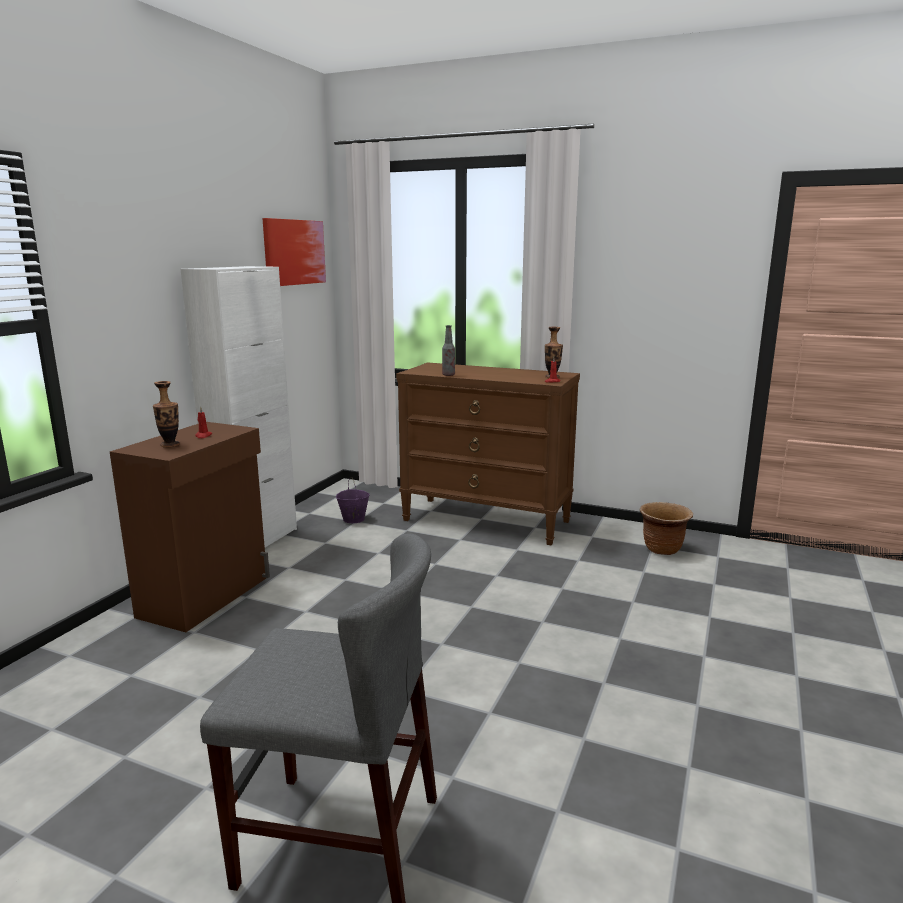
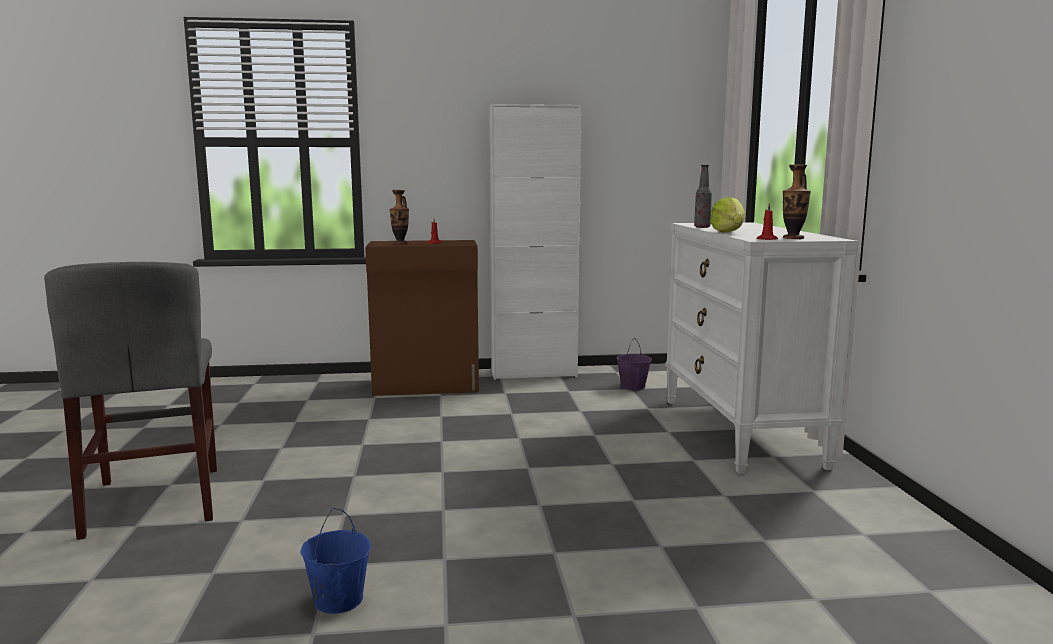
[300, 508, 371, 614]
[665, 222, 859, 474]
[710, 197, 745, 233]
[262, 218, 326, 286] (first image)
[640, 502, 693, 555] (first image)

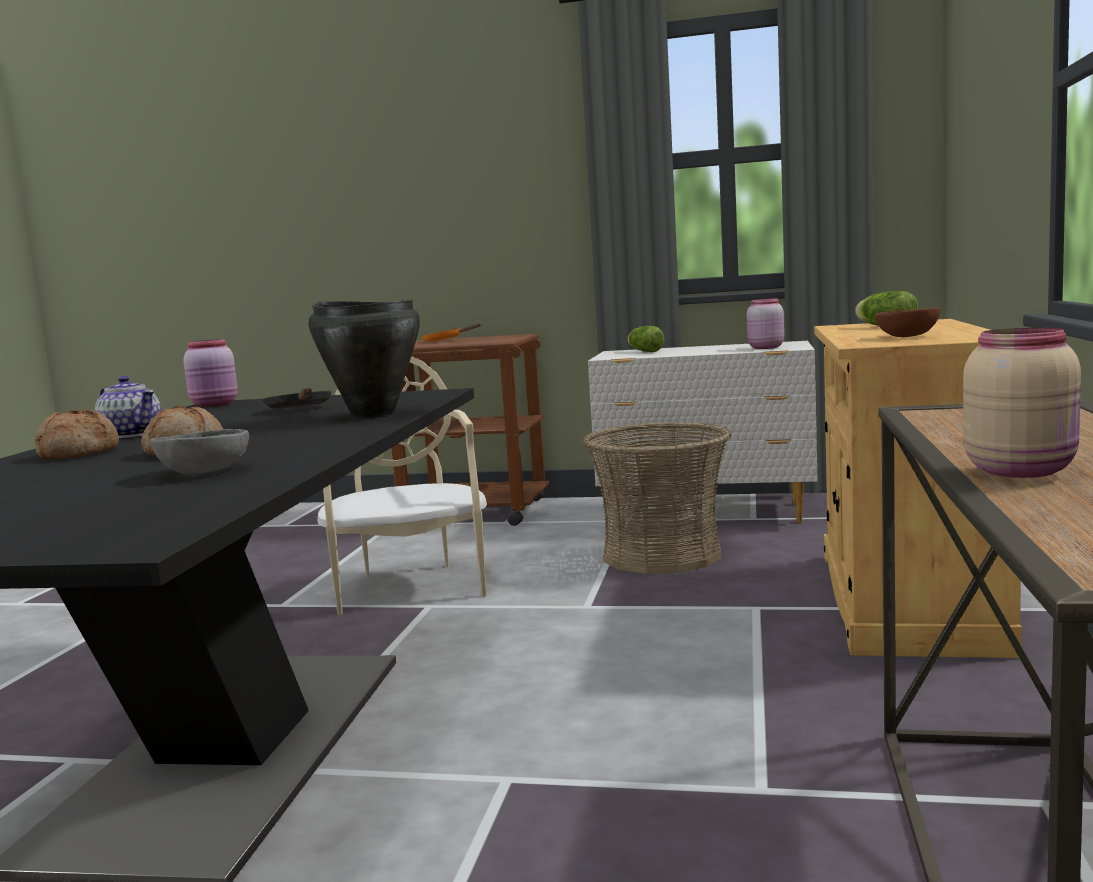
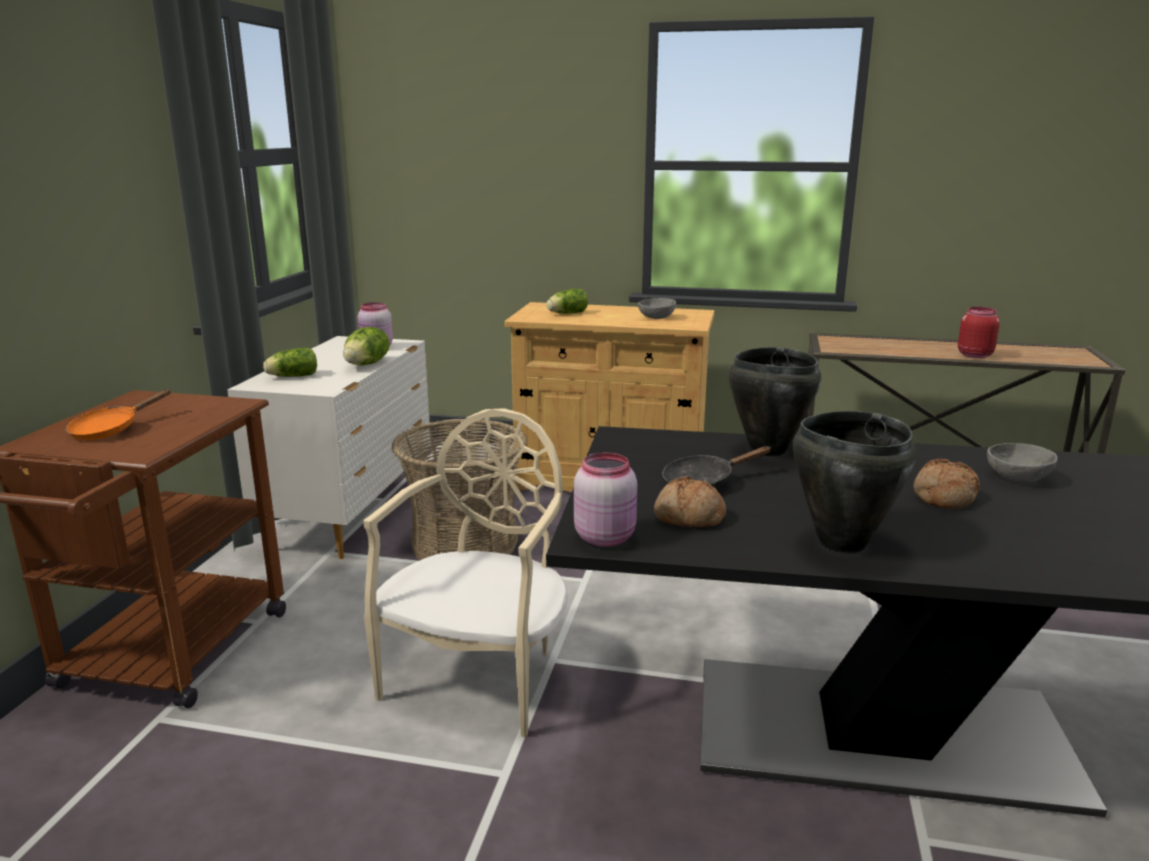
[343, 327, 390, 366]
[363, 408, 568, 738]
[638, 298, 676, 319]
[654, 476, 726, 527]
[793, 411, 916, 553]
[958, 307, 1000, 358]

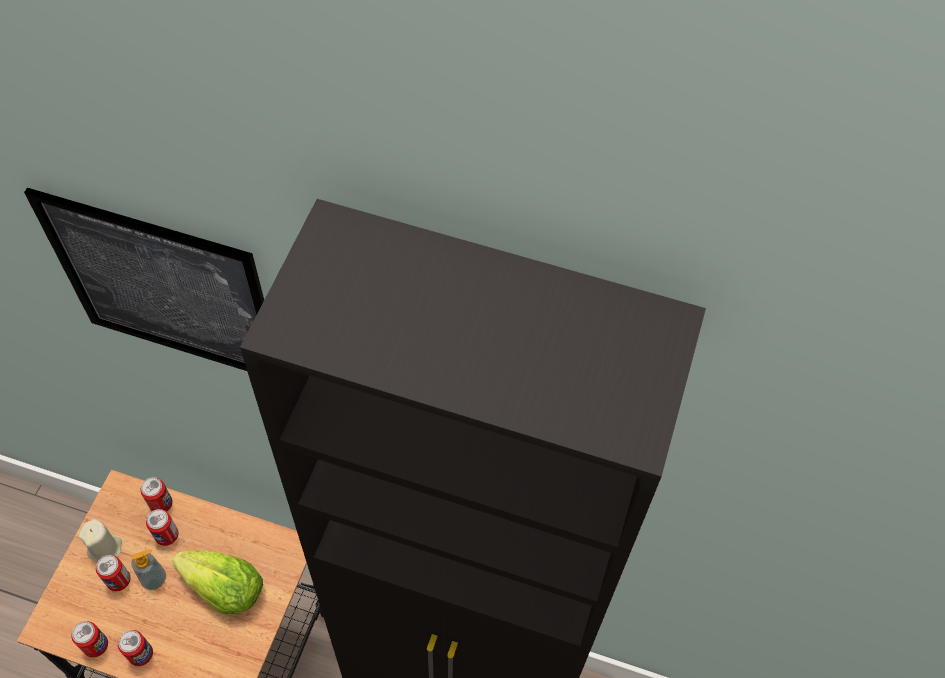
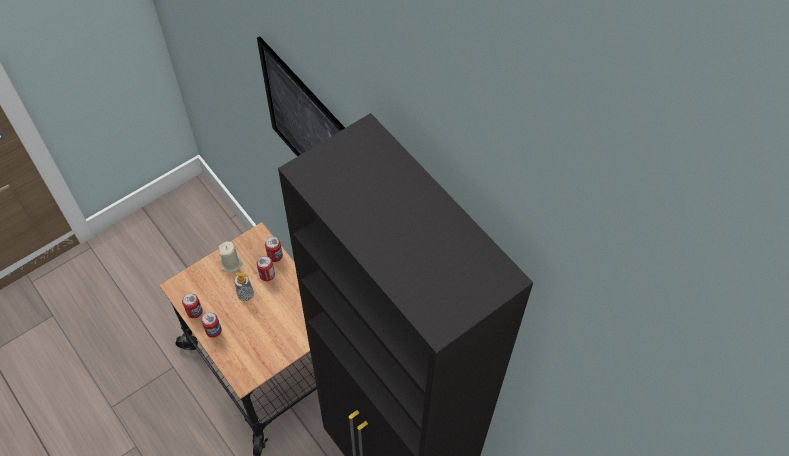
[96, 555, 131, 591] (first image)
[172, 551, 263, 615] (first image)

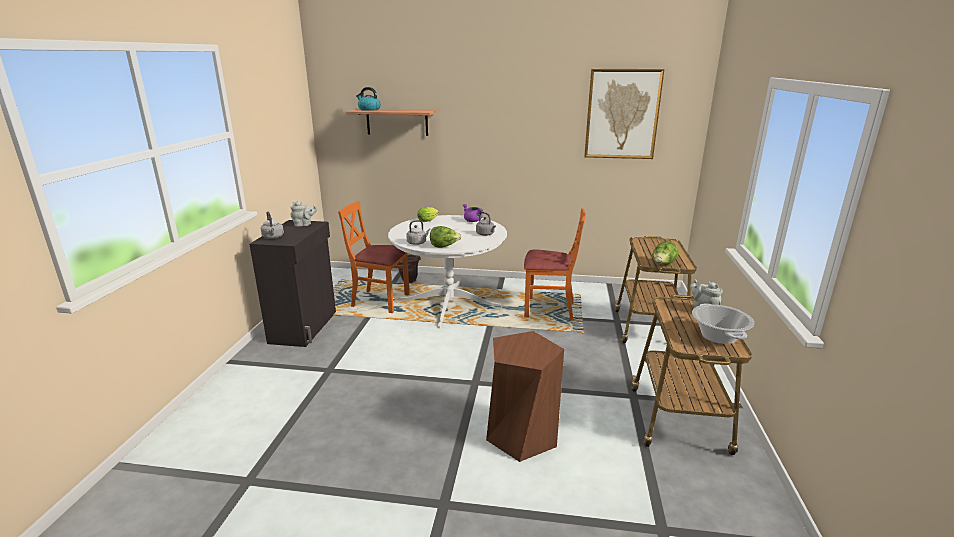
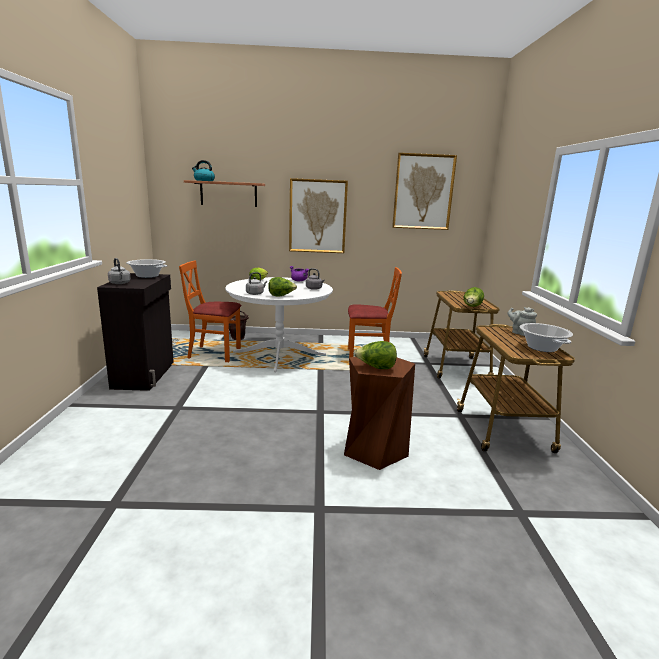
[126, 259, 167, 278]
[289, 178, 348, 253]
[354, 341, 397, 369]

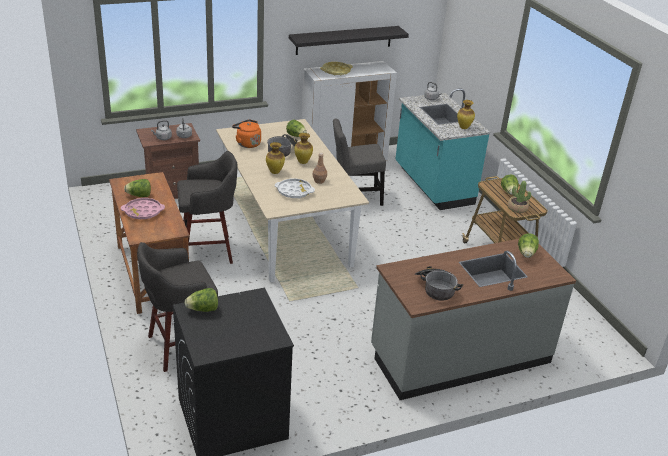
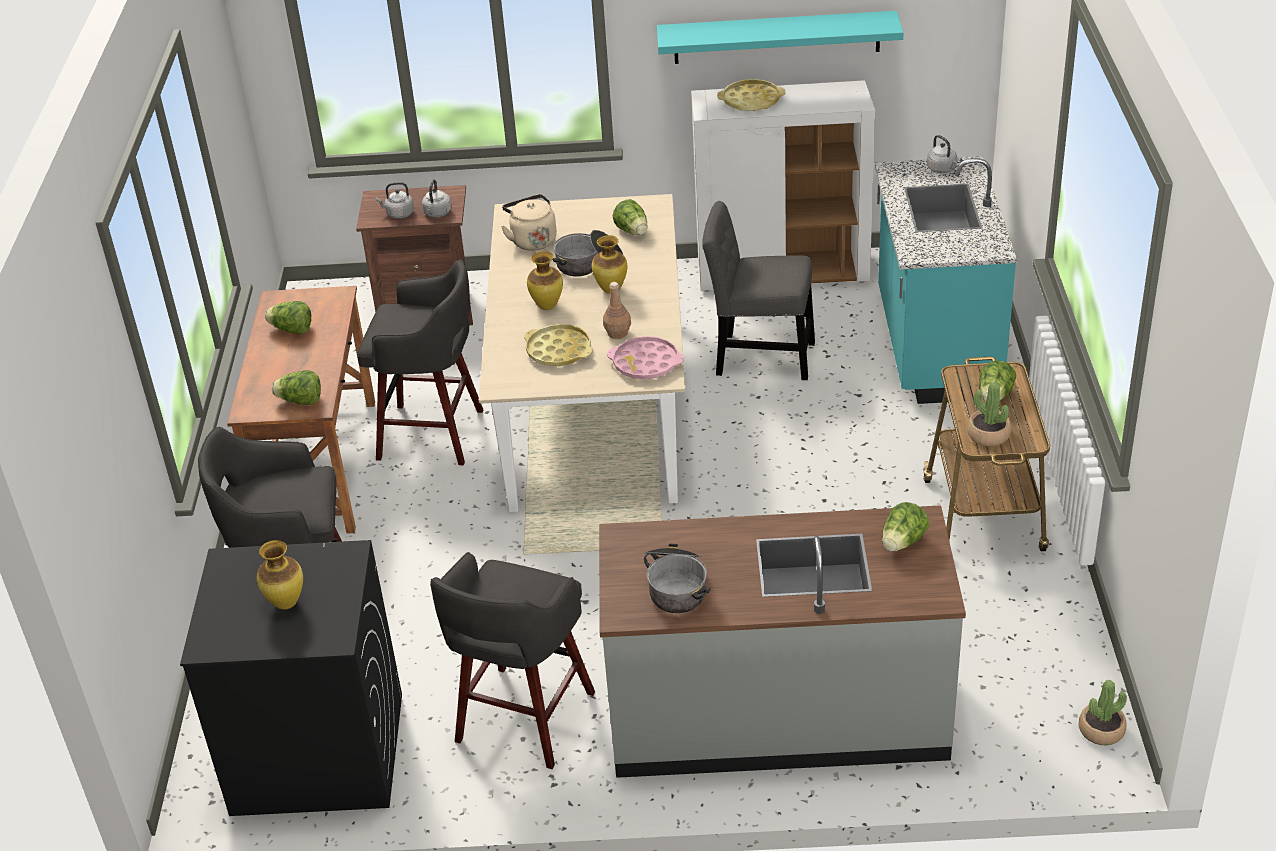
[257, 540, 303, 609]
[272, 370, 321, 405]
[430, 552, 595, 769]
[501, 194, 557, 251]
[524, 324, 593, 366]
[607, 336, 684, 379]
[657, 11, 904, 64]
[1079, 680, 1127, 745]

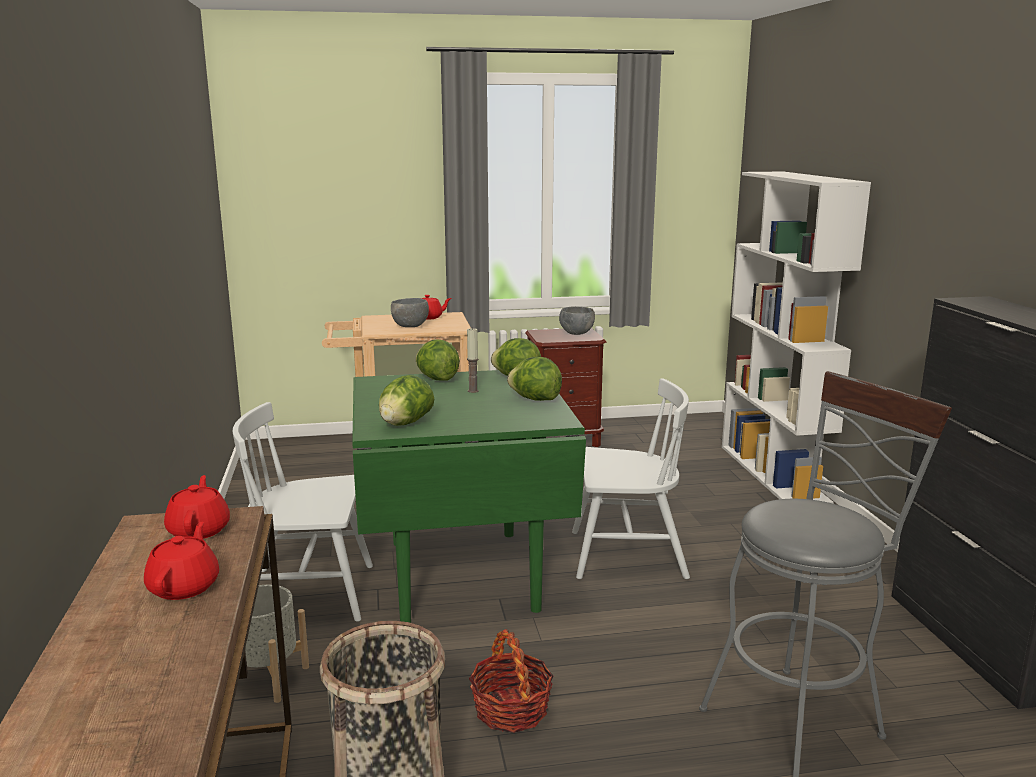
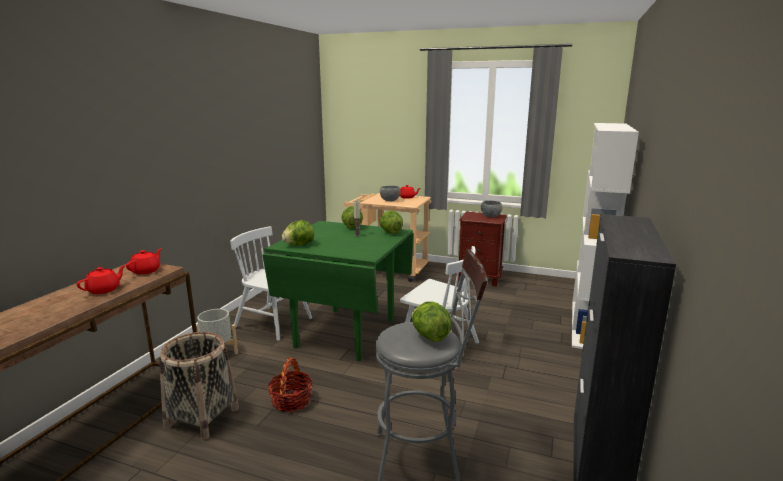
[412, 302, 452, 342]

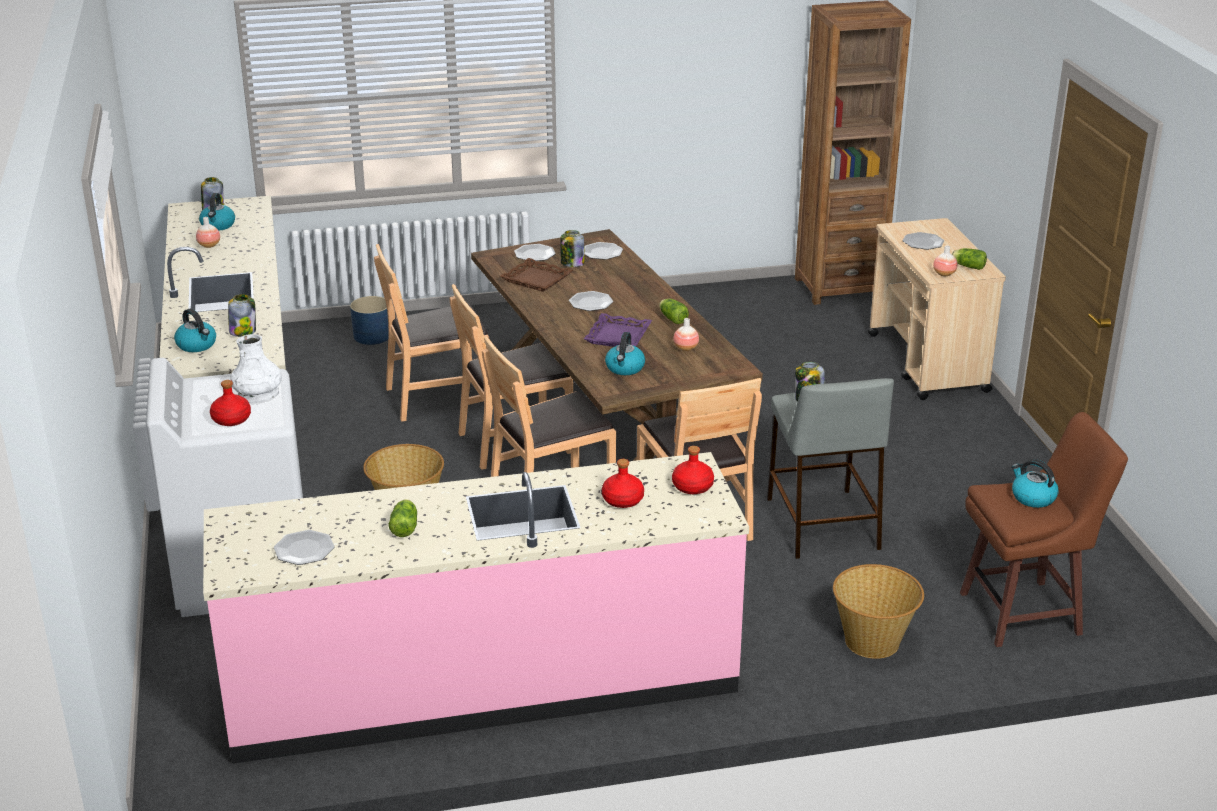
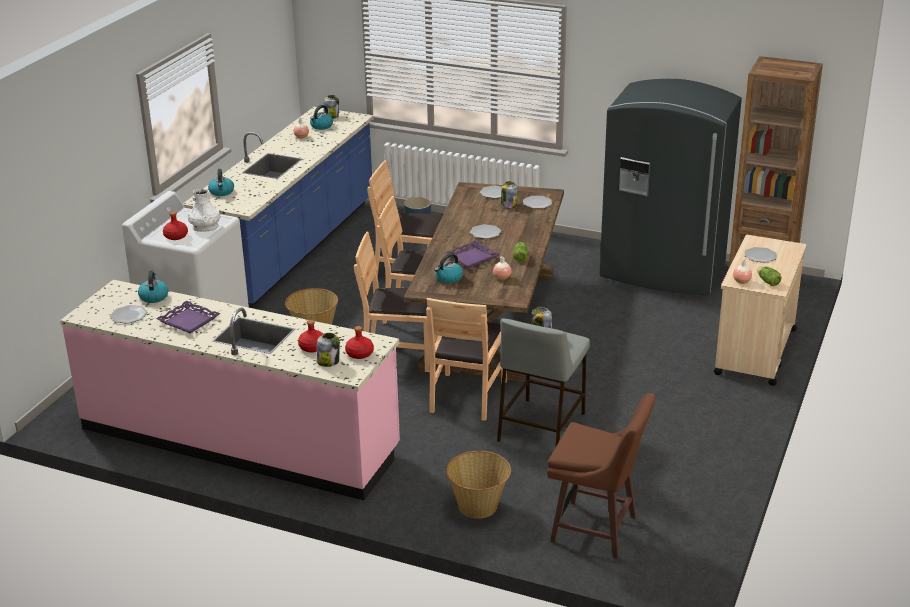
[138, 271, 168, 303]
[156, 301, 220, 333]
[316, 333, 340, 367]
[599, 79, 742, 296]
[500, 258, 573, 292] (first image)

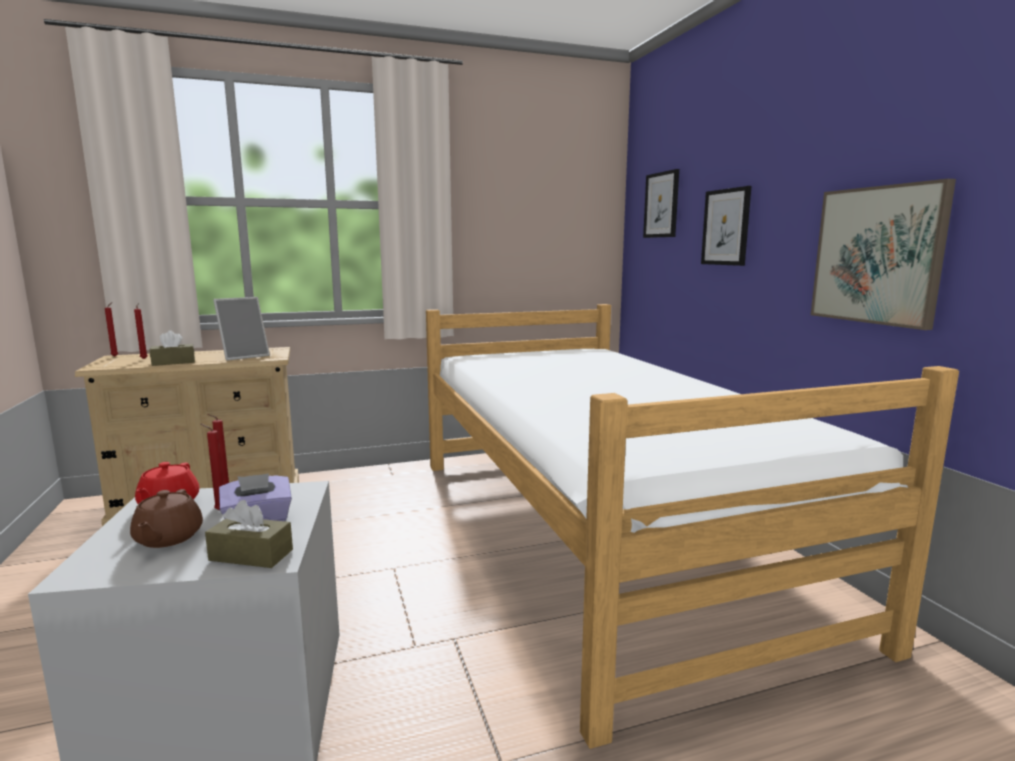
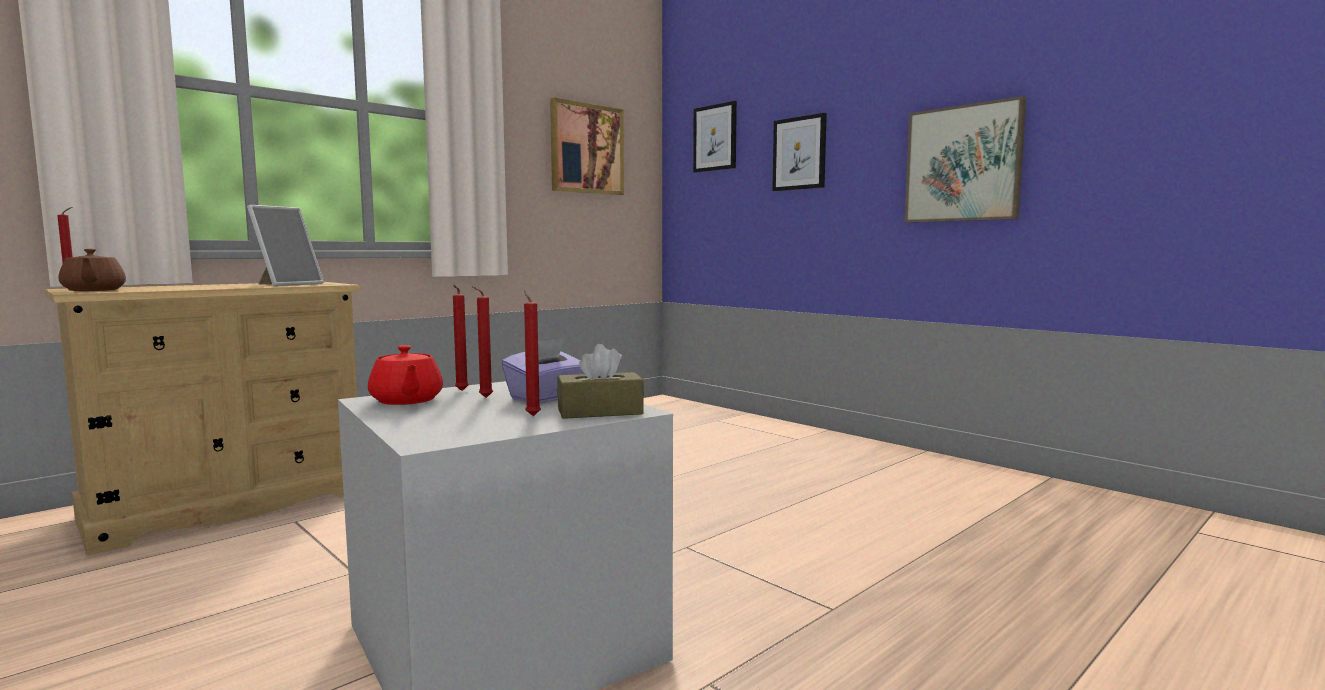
[59, 249, 126, 291]
[524, 290, 541, 416]
[550, 98, 624, 195]
[150, 330, 195, 366] (first image)
[426, 304, 959, 749] (first image)

